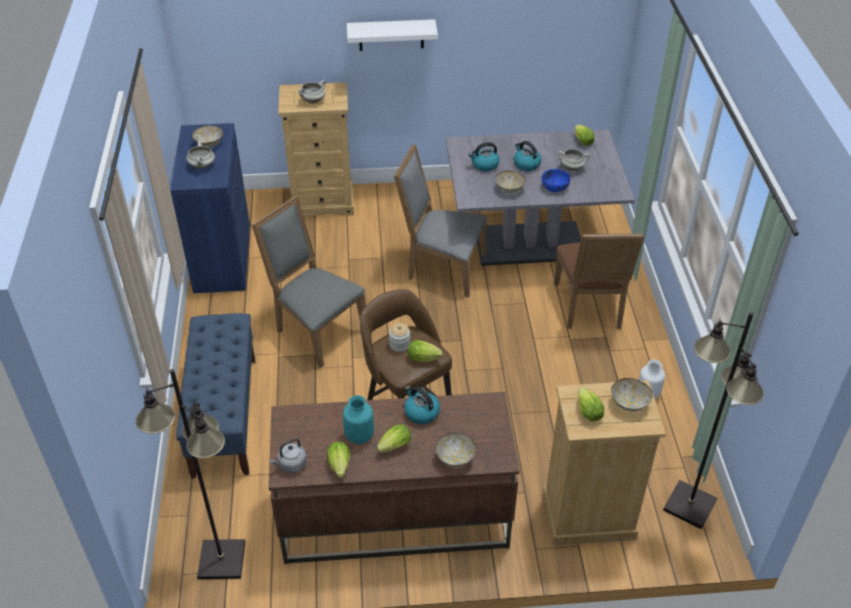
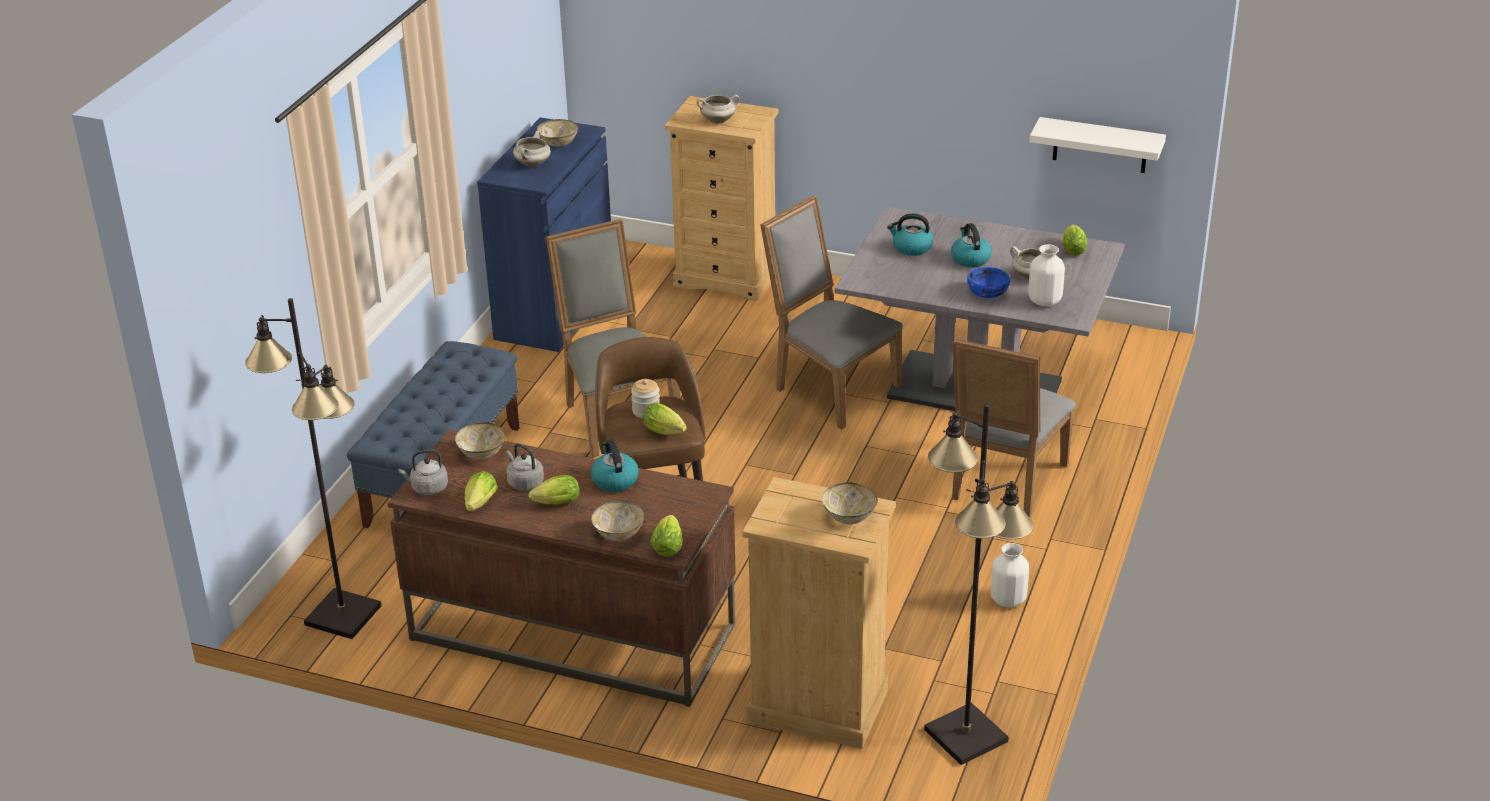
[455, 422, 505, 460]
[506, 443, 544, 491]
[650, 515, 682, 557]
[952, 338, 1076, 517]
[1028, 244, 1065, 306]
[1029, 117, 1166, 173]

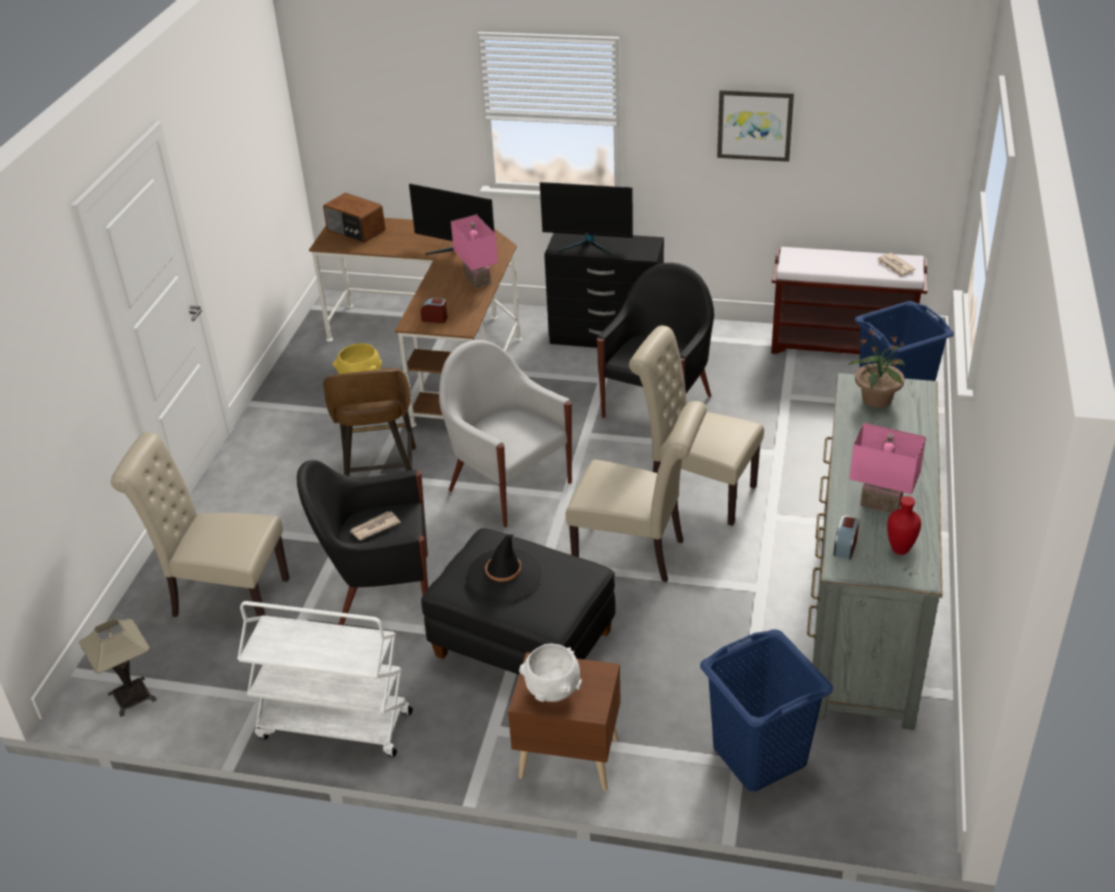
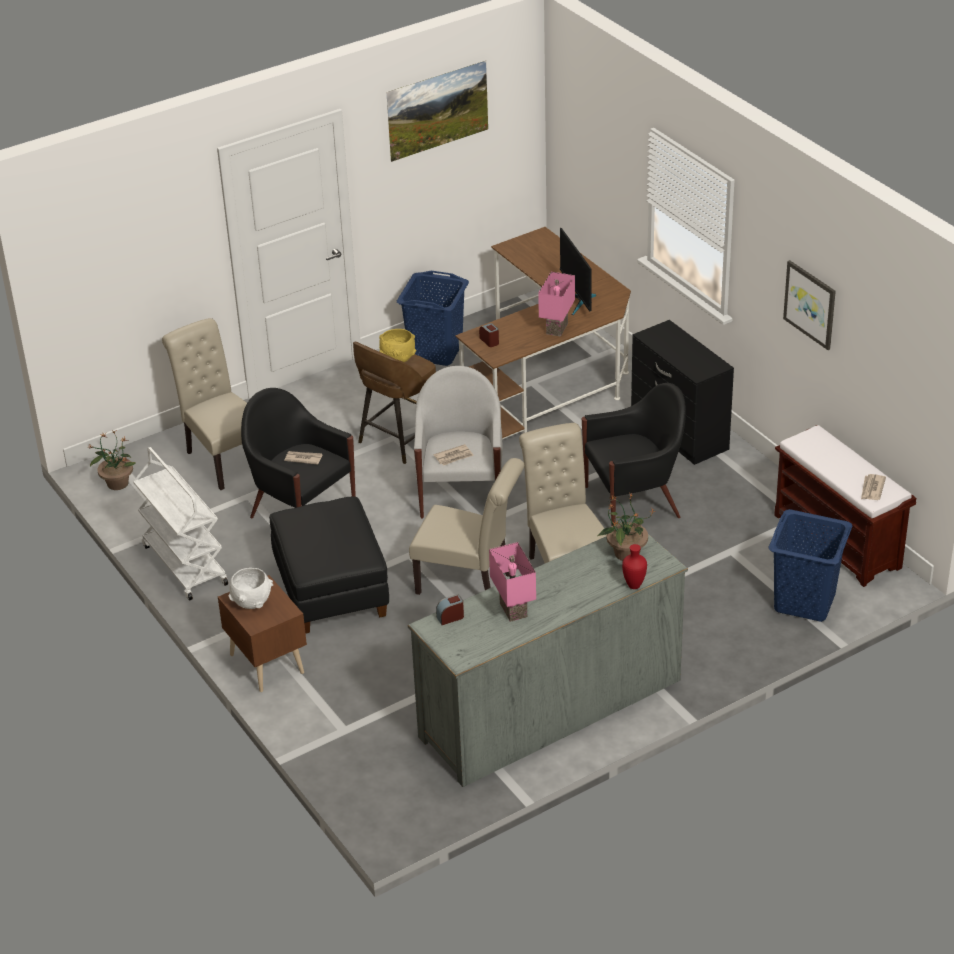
[88, 431, 136, 490]
[386, 61, 488, 162]
[397, 271, 469, 366]
[409, 458, 524, 595]
[433, 444, 474, 466]
[622, 544, 647, 589]
[323, 193, 385, 243] (first image)
[467, 534, 542, 603] (first image)
[540, 182, 633, 255] (first image)

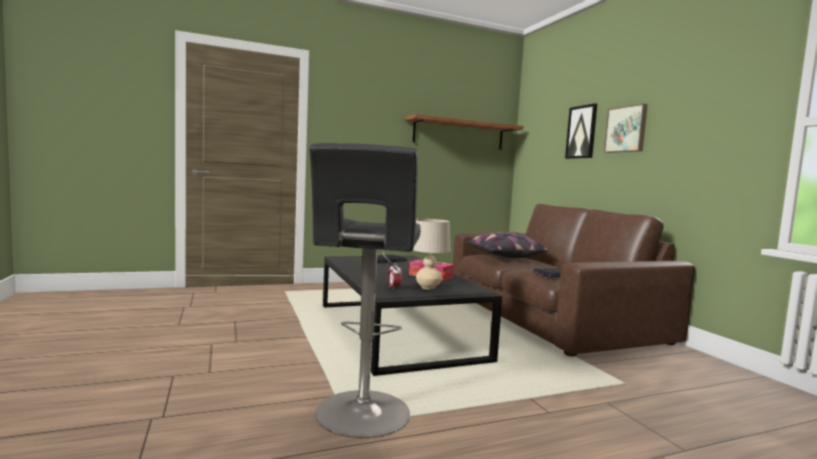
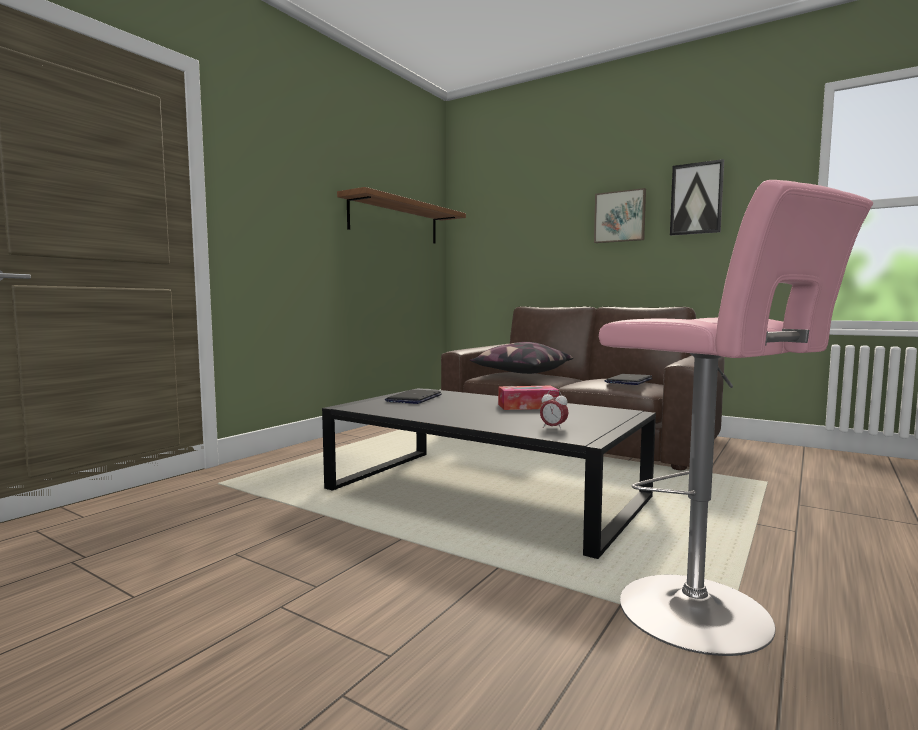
[599, 180, 873, 656]
[670, 159, 724, 236]
[413, 219, 451, 289] (first image)

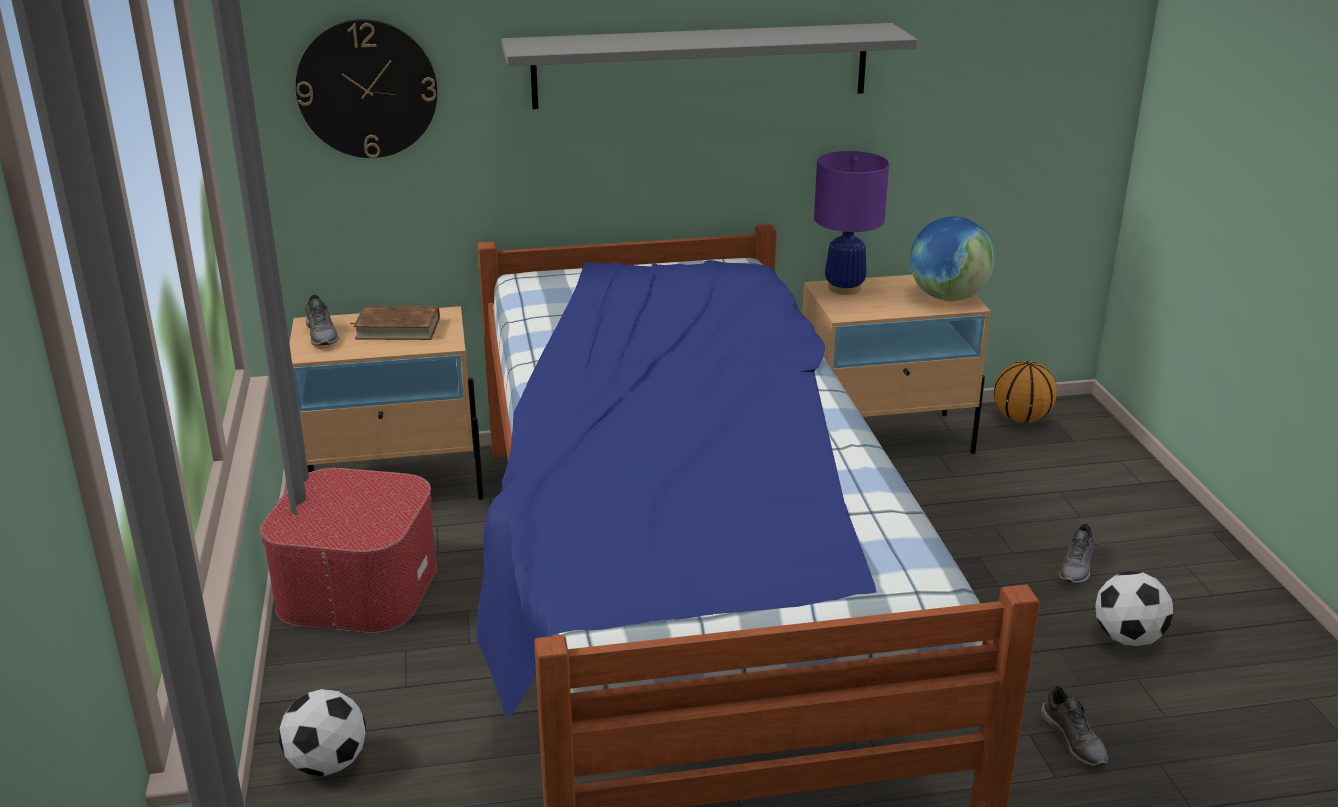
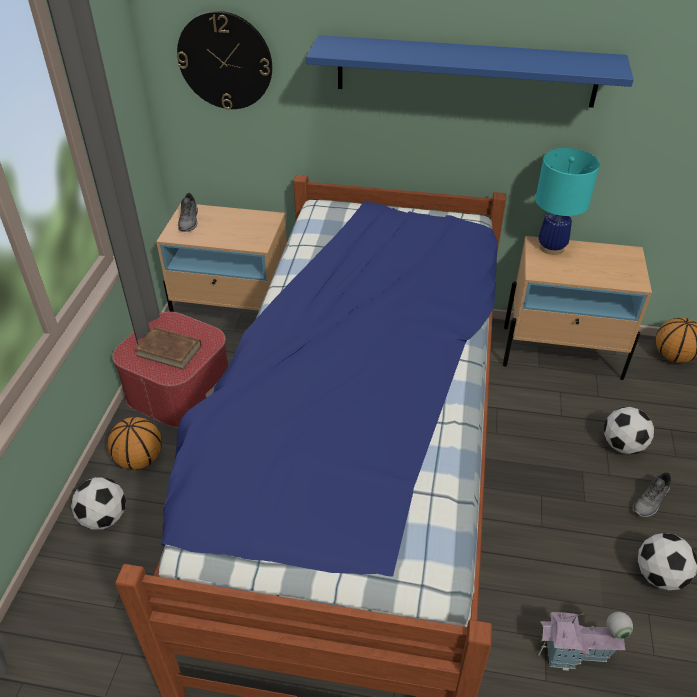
[108, 417, 162, 470]
[135, 327, 201, 370]
[306, 35, 634, 108]
[535, 148, 600, 255]
[538, 612, 633, 671]
[604, 407, 654, 454]
[910, 216, 995, 301] (first image)

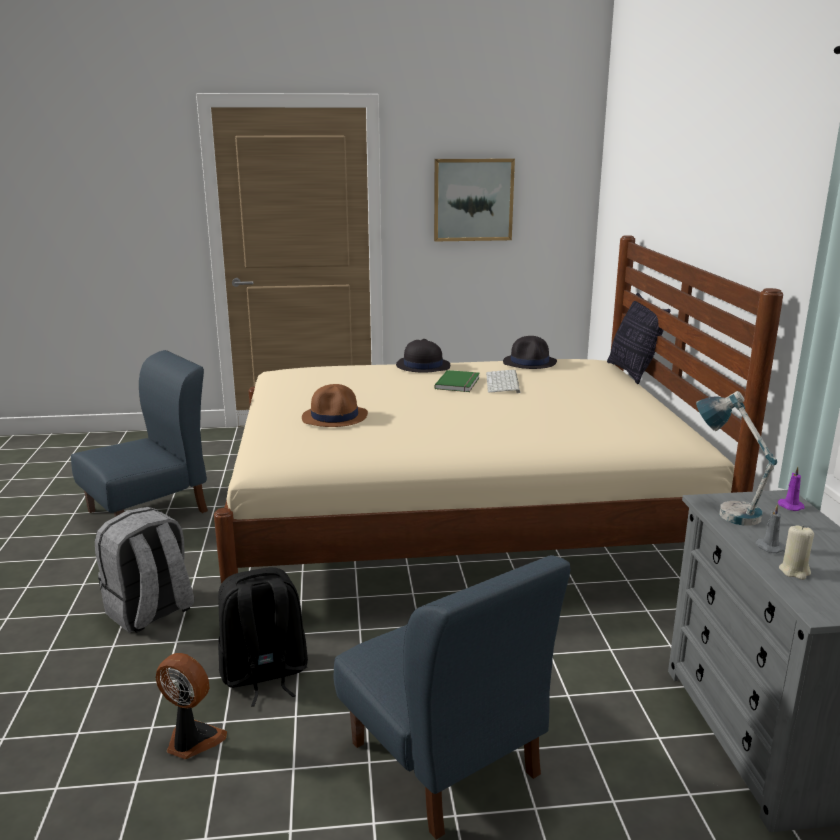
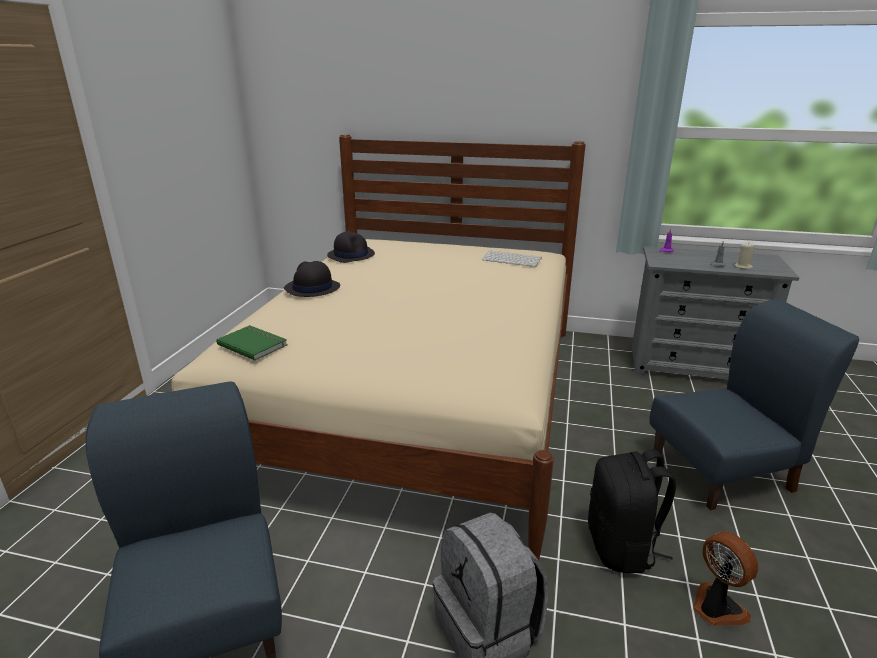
[216, 325, 288, 360]
[482, 250, 542, 267]
[693, 531, 758, 626]
[302, 384, 368, 427] (first image)
[434, 158, 515, 241] (first image)
[607, 293, 671, 384] (first image)
[696, 391, 777, 526] (first image)

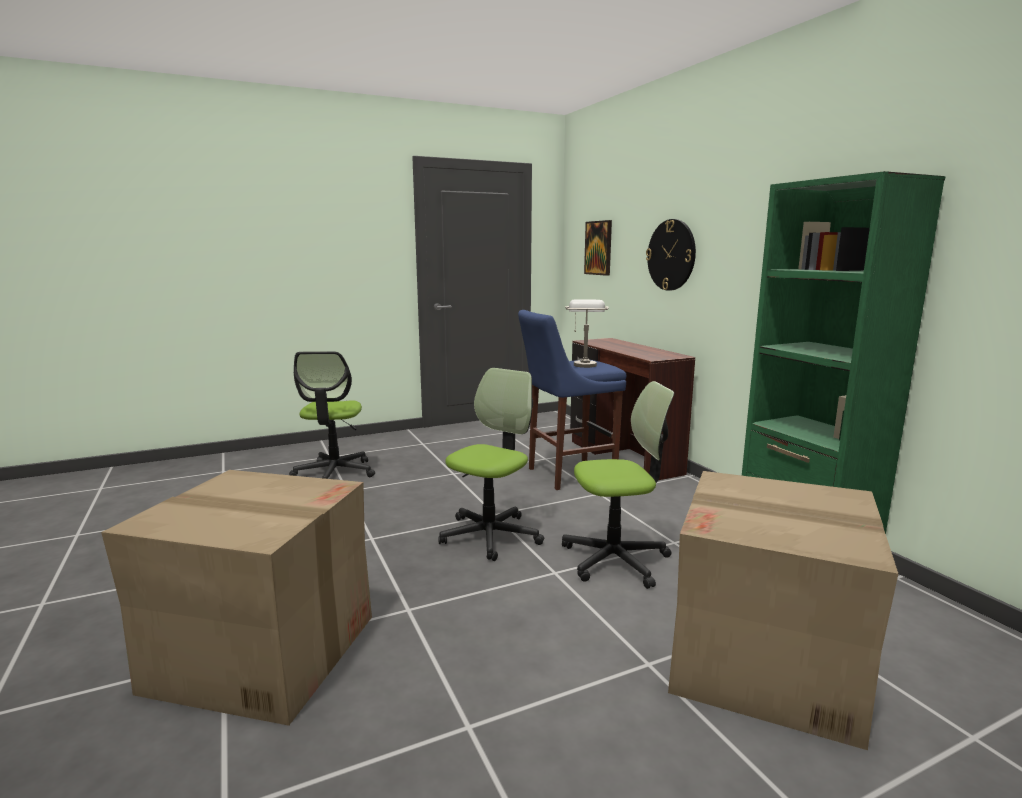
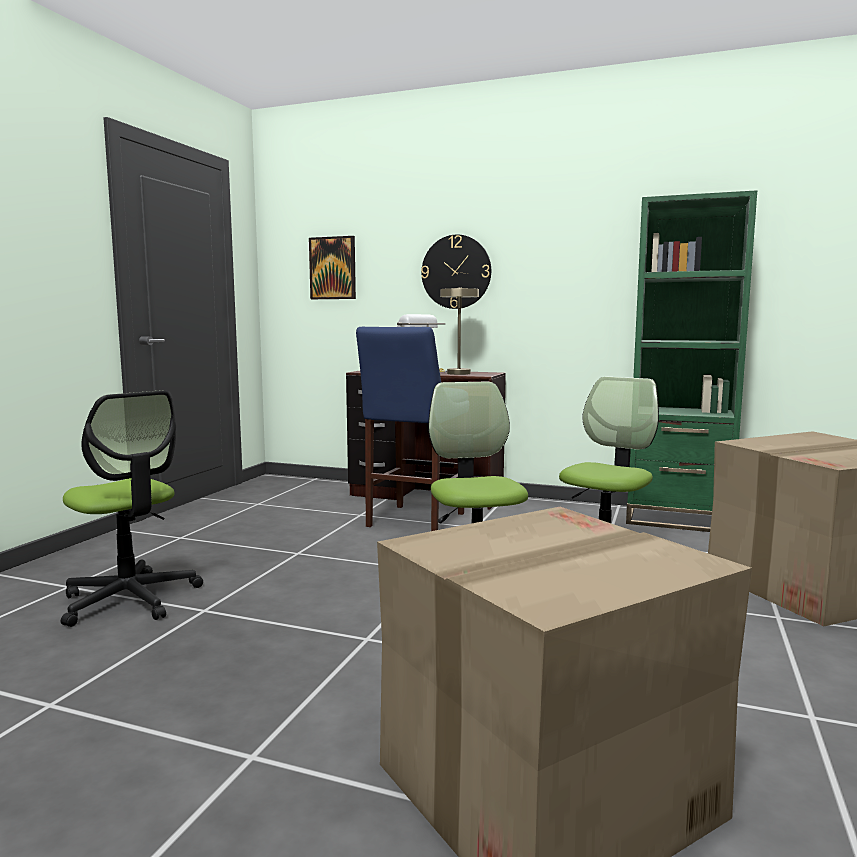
[439, 288, 479, 375]

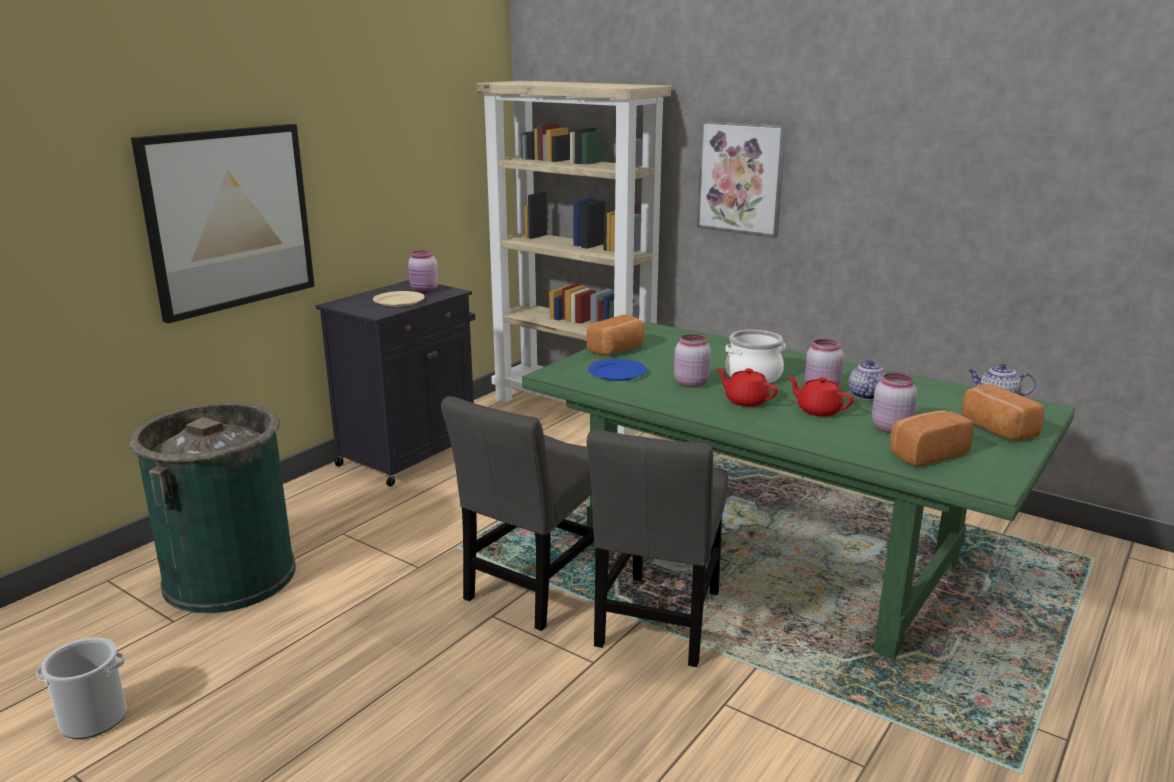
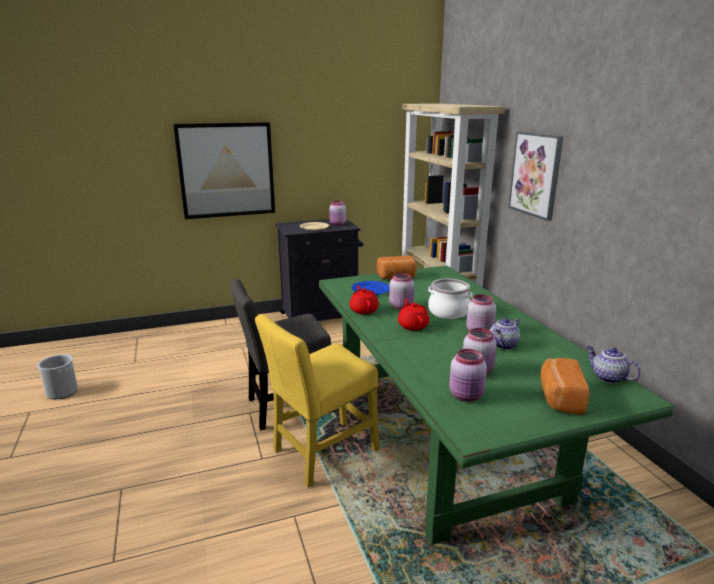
[255, 314, 379, 487]
[349, 285, 379, 314]
[449, 349, 487, 402]
[129, 403, 296, 613] (first image)

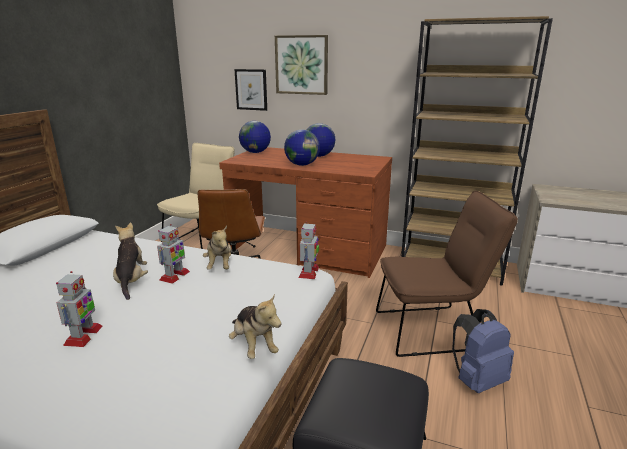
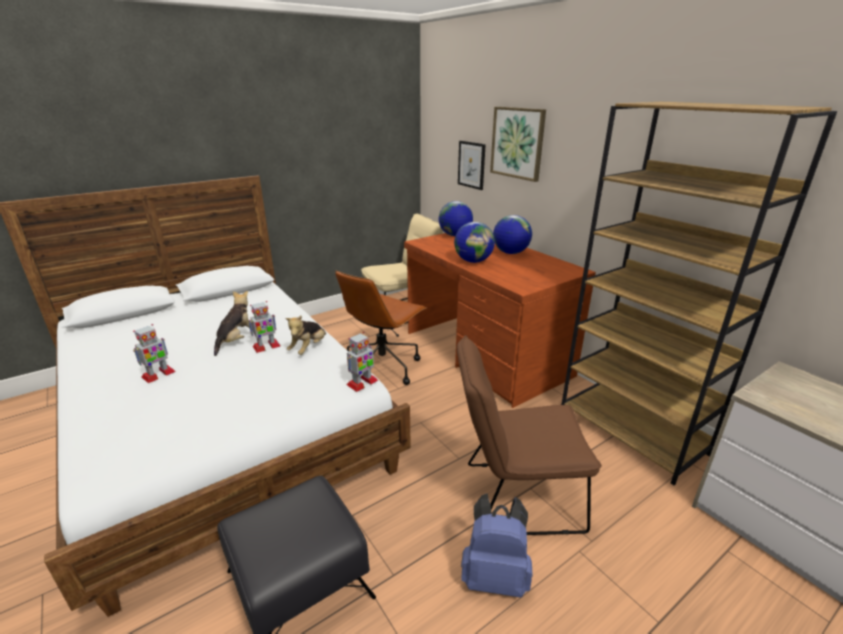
[457, 335, 602, 535]
[229, 293, 281, 359] (first image)

